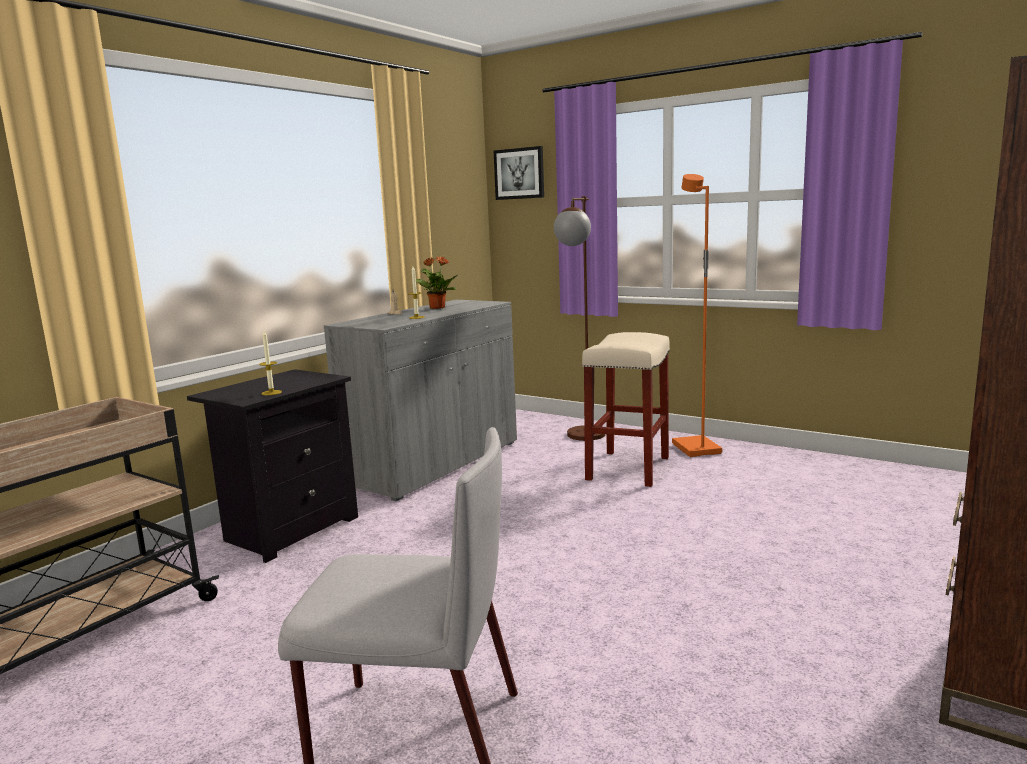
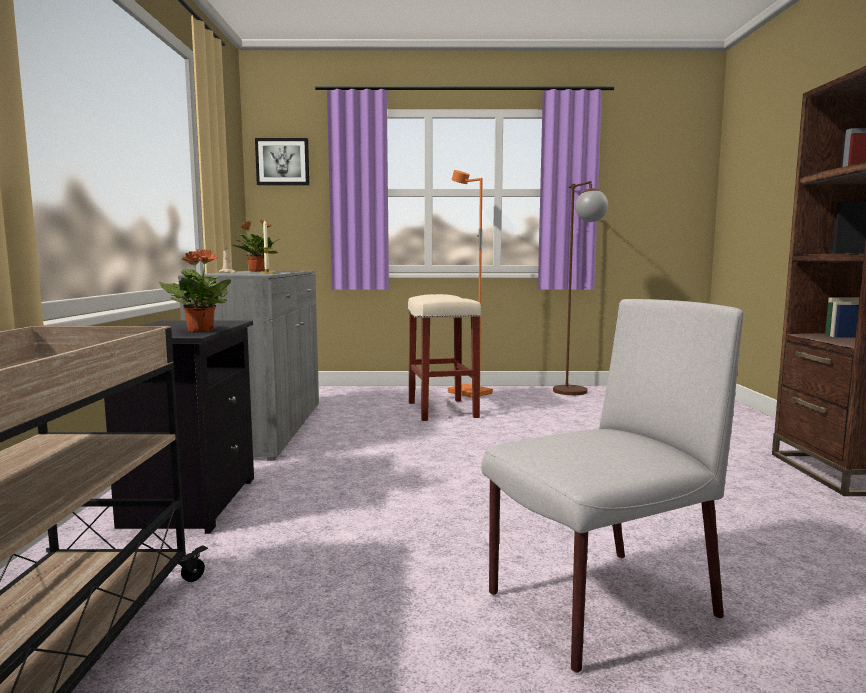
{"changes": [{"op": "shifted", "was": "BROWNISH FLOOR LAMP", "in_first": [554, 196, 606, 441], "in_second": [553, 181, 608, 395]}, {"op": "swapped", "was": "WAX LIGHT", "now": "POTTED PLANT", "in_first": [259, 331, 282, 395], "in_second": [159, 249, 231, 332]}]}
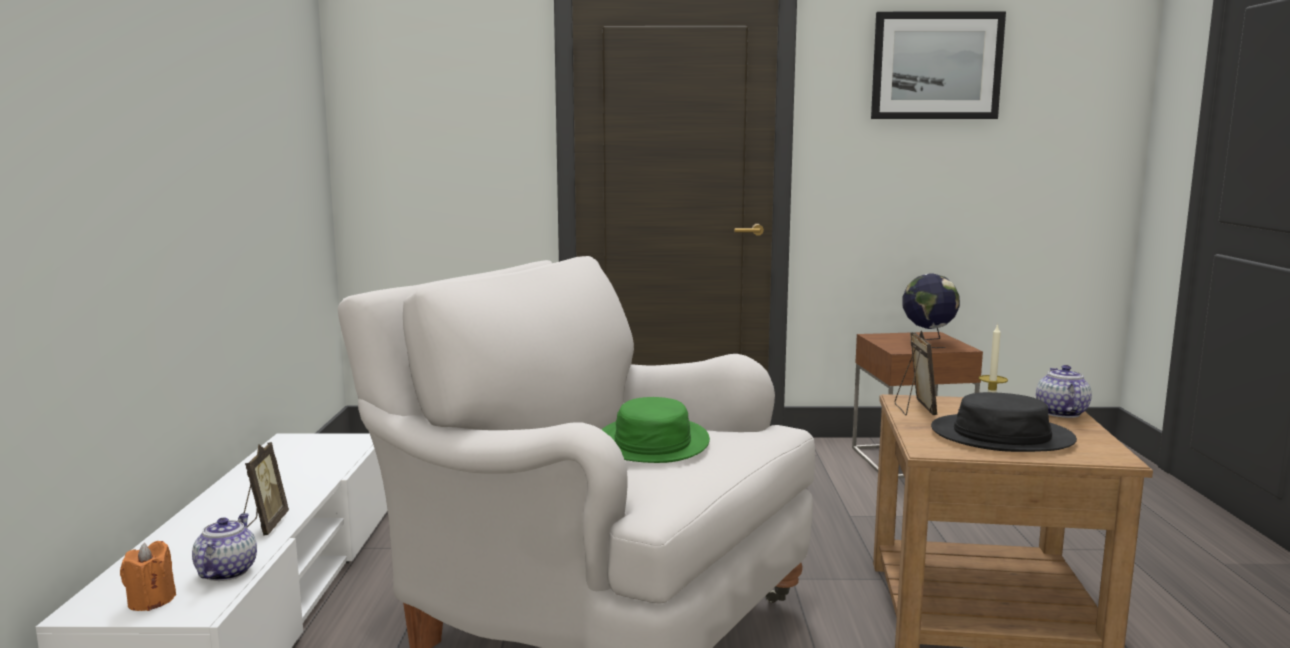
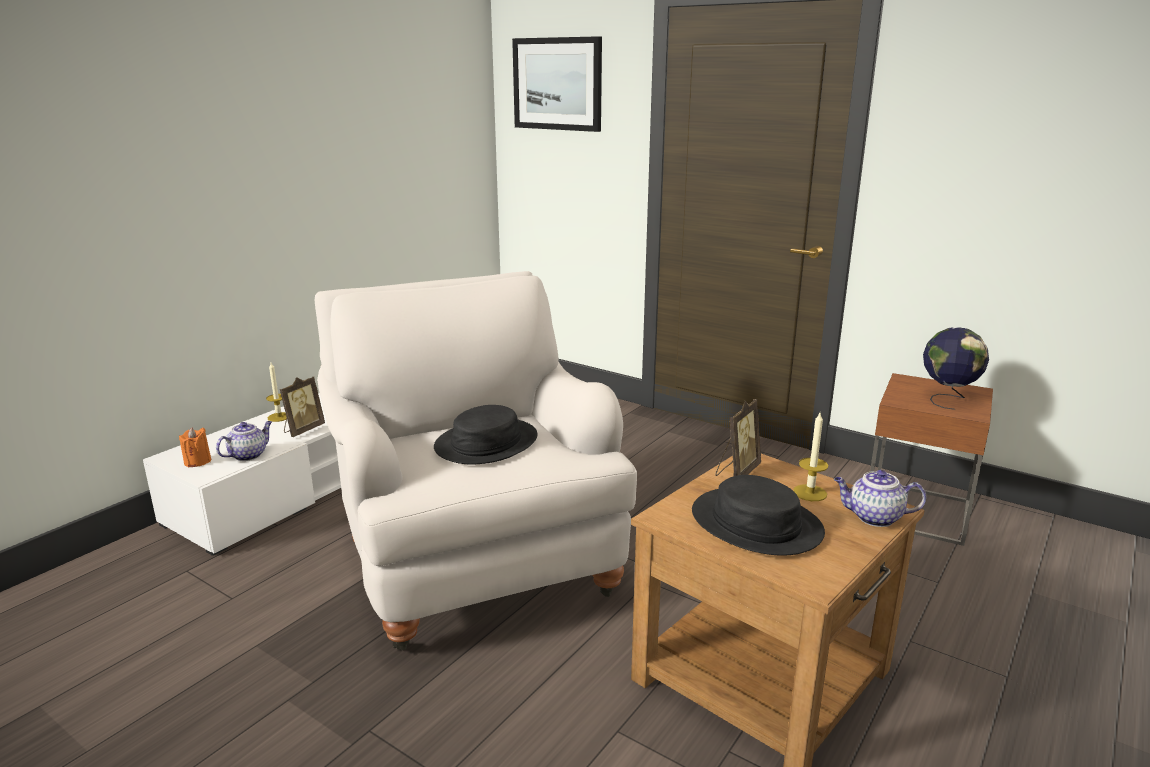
{"changes": [{"op": "shifted", "was": "WALL ART", "in_first": [871, 12, 1006, 119], "in_second": [512, 36, 602, 132]}, {"op": "rotated", "was": "POT FOR TEA", "in_first": [1036, 365, 1092, 418], "in_second": [834, 470, 926, 527], "clockwise": -120}, {"op": "repainted", "was": "GREEN-COLOURED HAT", "now": "BLACKISH HAT", "in_first": [601, 397, 710, 463], "in_second": [434, 405, 538, 464]}, {"op": "new", "now": "WAX LIGHT", "in_second": [266, 363, 287, 422]}]}
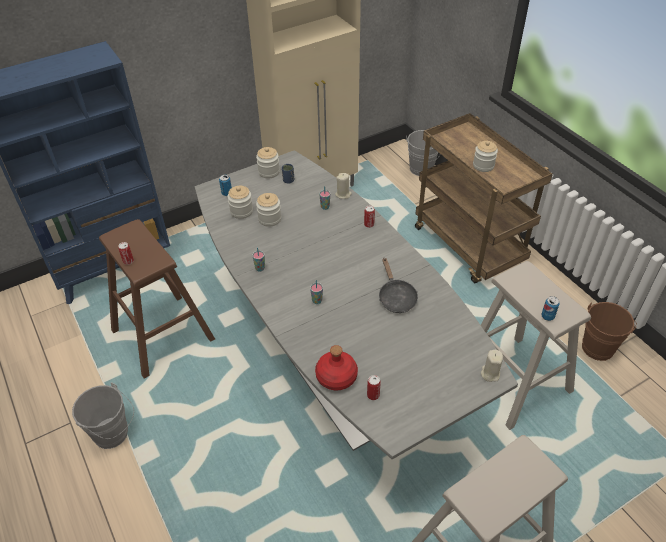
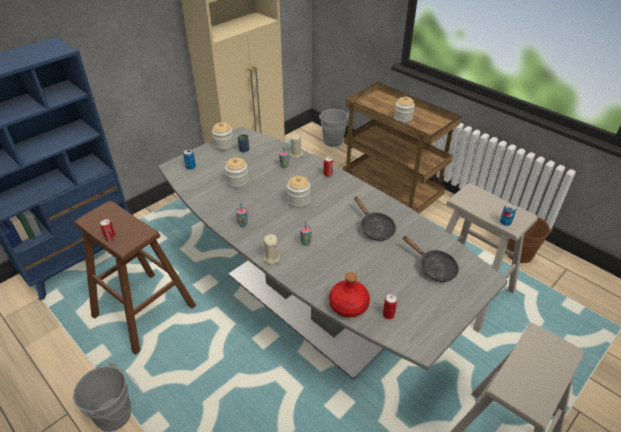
{"changes": [{"op": "shifted", "was": "STORAGE JAR", "in_first": [227, 186, 253, 219], "in_second": [287, 176, 310, 208]}, {"op": "shifted", "was": "BEIGE WAX LIGHT", "in_first": [481, 350, 503, 382], "in_second": [263, 234, 280, 265]}, {"op": "new", "now": "BLACKISH PAN", "in_second": [403, 236, 459, 282]}]}
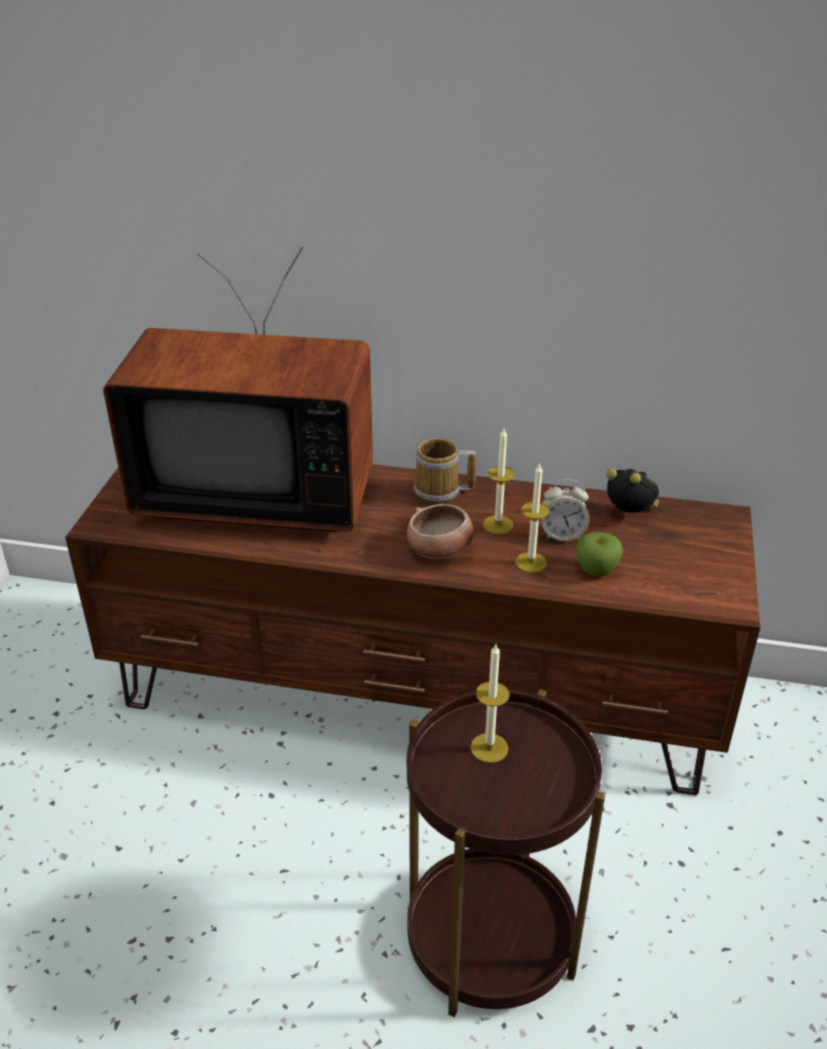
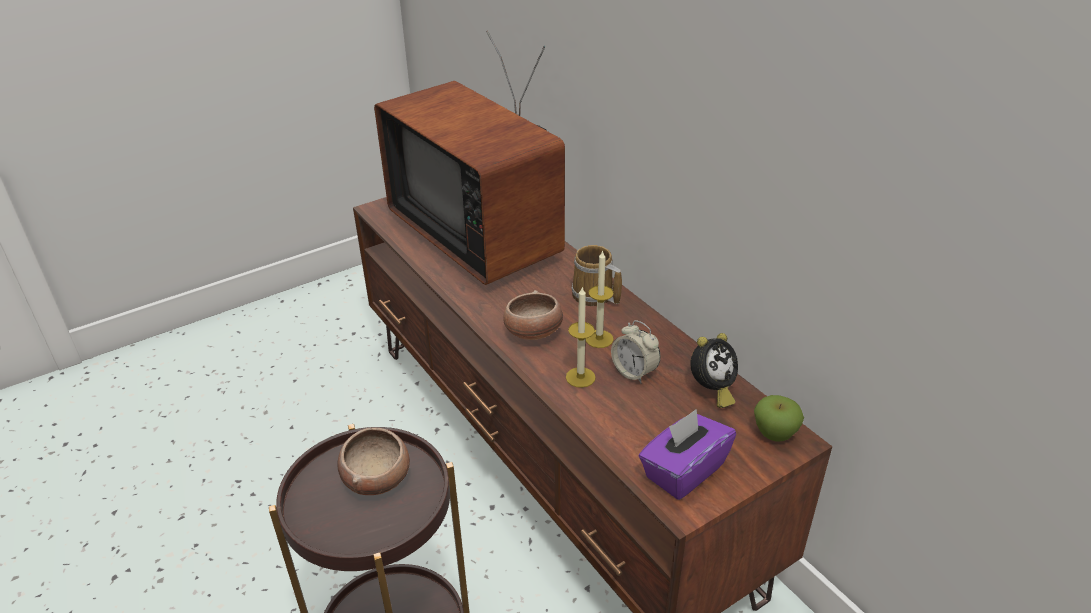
{"changes": [{"op": "rotated", "was": "TABLE CLOCK", "in_first": [606, 469, 659, 513], "in_second": [690, 333, 738, 408], "clockwise": 60}, {"op": "shifted", "was": "WHOLE APPLE", "in_first": [575, 532, 623, 577], "in_second": [754, 395, 804, 441]}, {"op": "swapped", "was": "WAX LIGHT", "now": "DEEP DISH", "in_first": [470, 644, 510, 763], "in_second": [338, 428, 410, 495]}, {"op": "new", "now": "PURPLE-COLOURED TISSUE HOLDER", "in_second": [639, 409, 736, 500]}]}
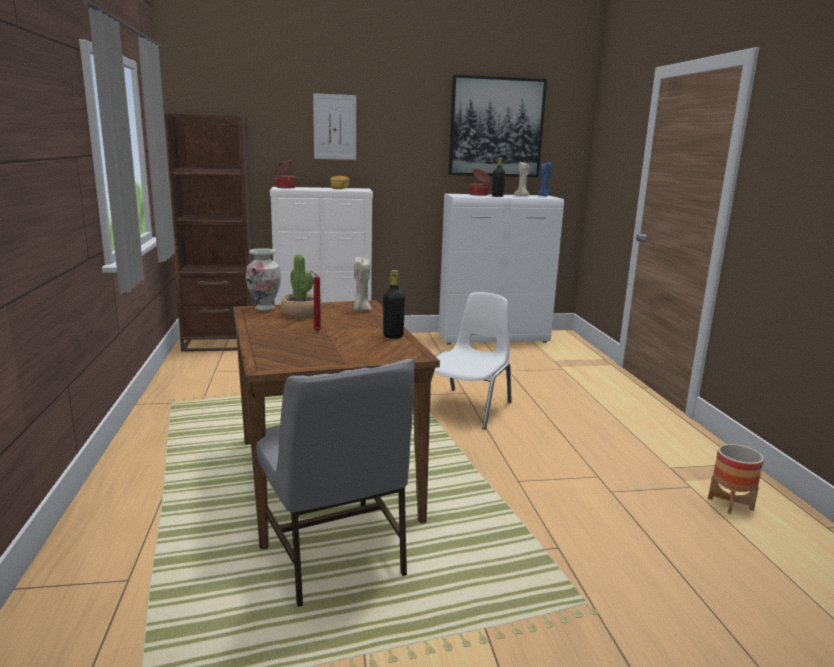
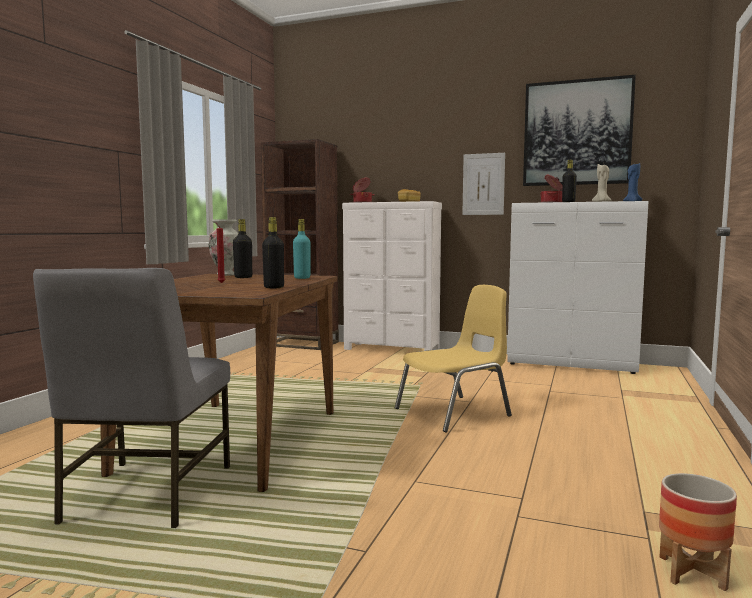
{"changes": [{"op": "shifted", "was": "WALL ART", "in_first": [313, 93, 356, 160], "in_second": [462, 153, 505, 215]}, {"op": "swapped", "was": "POTTED PLANT", "now": "BLACKISH DRINK BOTTLE", "in_first": [281, 254, 322, 319], "in_second": [233, 219, 252, 278]}, {"op": "swapped", "was": "BEIGE WAX LIGHT", "now": "BLUE-GREEN DRINK BOTTLE", "in_first": [354, 257, 372, 311], "in_second": [293, 219, 310, 279]}, {"op": "repainted", "was": "WHITE-COLOURED PLAIN CHAIR", "now": "YELLOWISH PLAIN CHAIR", "in_first": [434, 292, 512, 430], "in_second": [395, 285, 512, 433]}]}
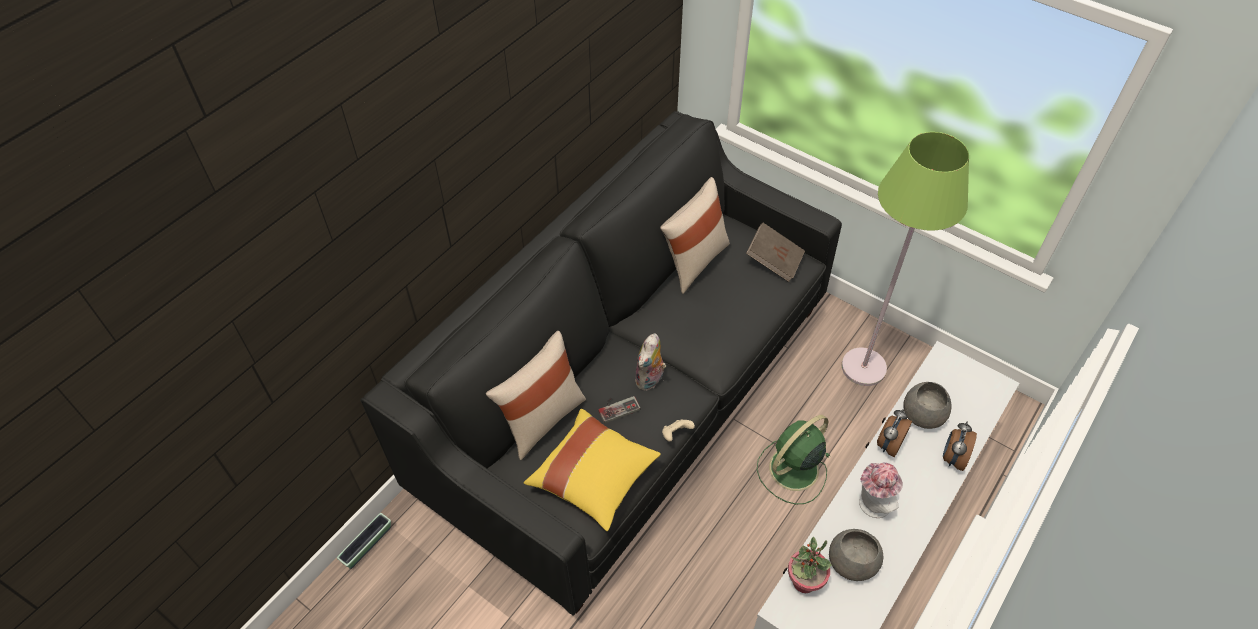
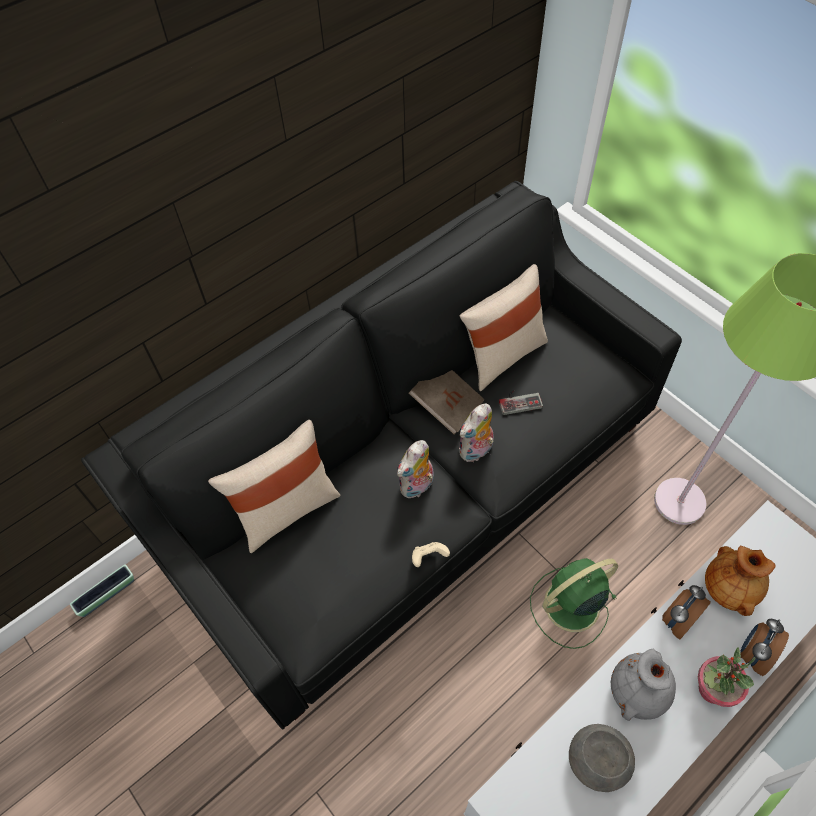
{"changes": [{"op": "shifted", "was": "BROWNISH VOLUME", "in_first": [746, 223, 805, 282], "in_second": [409, 370, 485, 435]}, {"op": "swapped", "was": "GREYISH DEEP DISH", "now": "BROWNISH DECORATIVE VASE", "in_first": [903, 382, 952, 429], "in_second": [705, 546, 776, 616]}, {"op": "shifted", "was": "GAMEPAD", "in_first": [598, 396, 641, 423], "in_second": [499, 390, 543, 415]}, {"op": "gone", "was": "YELLOWISH PILLOW", "in_first": [524, 409, 661, 531]}, {"op": "swapped", "was": "HAT", "now": "GREYISH DECORATIVE VASE", "in_first": [859, 463, 903, 518], "in_second": [611, 648, 676, 721]}, {"op": "shifted", "was": "POTTED PLANT", "in_first": [788, 536, 831, 593], "in_second": [698, 648, 755, 707]}, {"op": "new", "now": "PLUSH TOY", "in_second": [459, 404, 494, 462]}]}
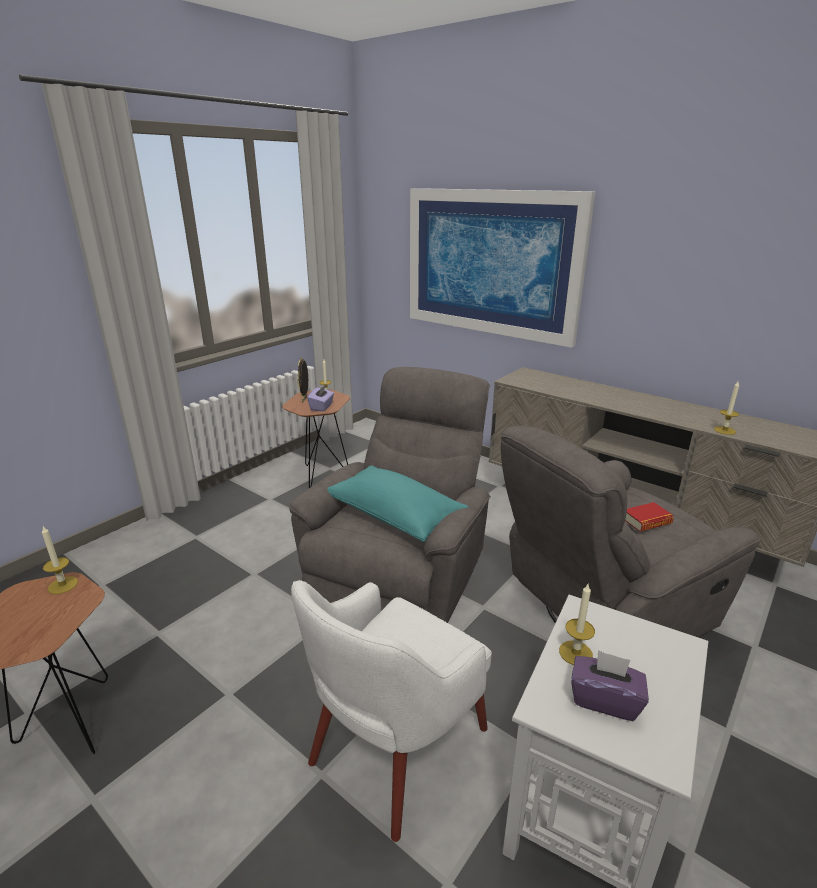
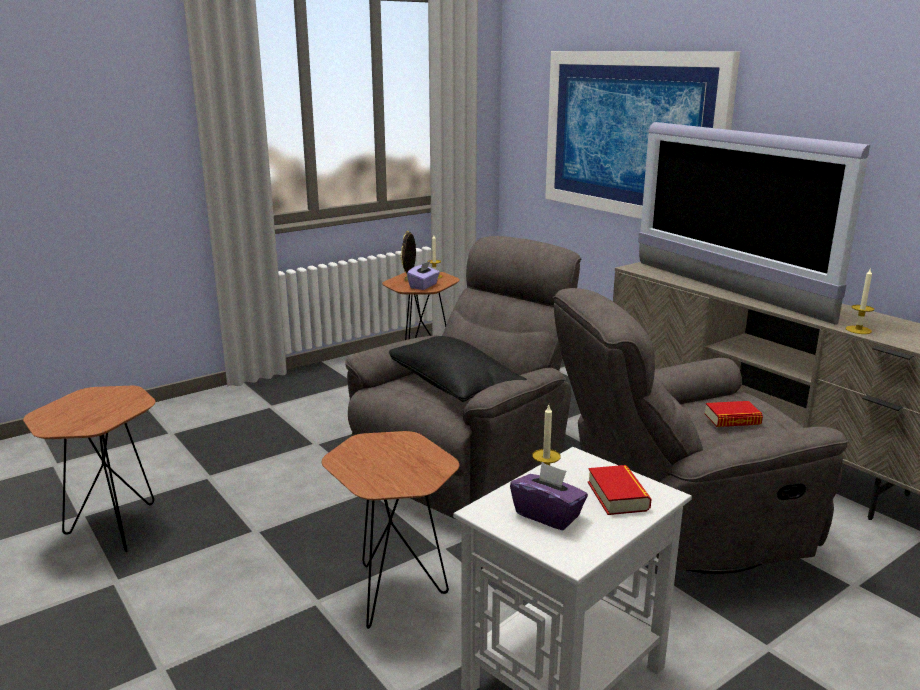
{"changes": [{"op": "repainted", "was": "BLUE-GREEN PILLOW", "now": "BLACKISH PILLOW", "in_first": [328, 465, 468, 542], "in_second": [389, 336, 527, 402]}, {"op": "gone", "was": "WAX LIGHT", "in_first": [42, 526, 78, 594]}, {"op": "swapped", "was": "WHITE-COLOURED LOUNGE CHAIR", "now": "BROWNISH SIDE TABLE", "in_first": [291, 580, 492, 842], "in_second": [322, 431, 460, 629]}, {"op": "new", "now": "TELEVISION", "in_second": [638, 122, 870, 324]}, {"op": "new", "now": "VOLUME", "in_second": [588, 465, 651, 515]}]}
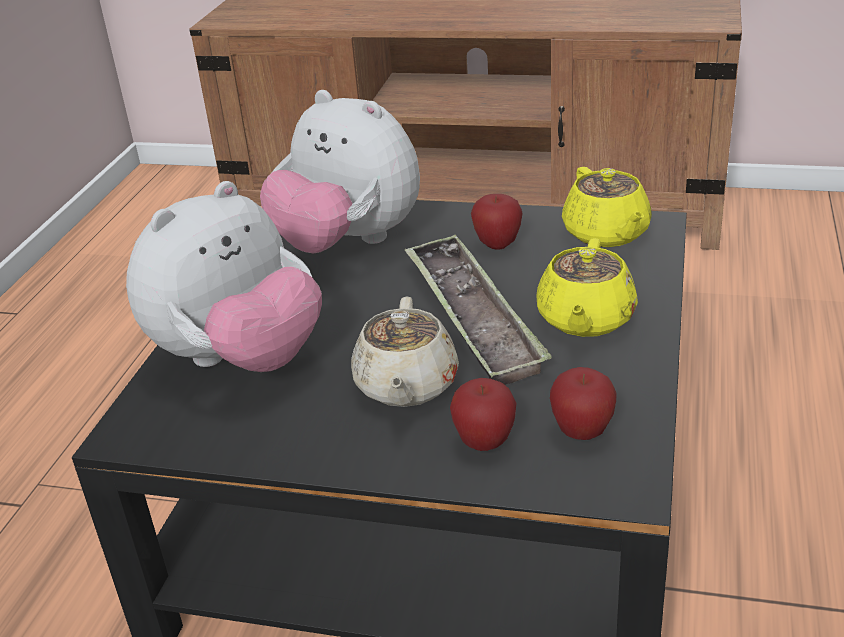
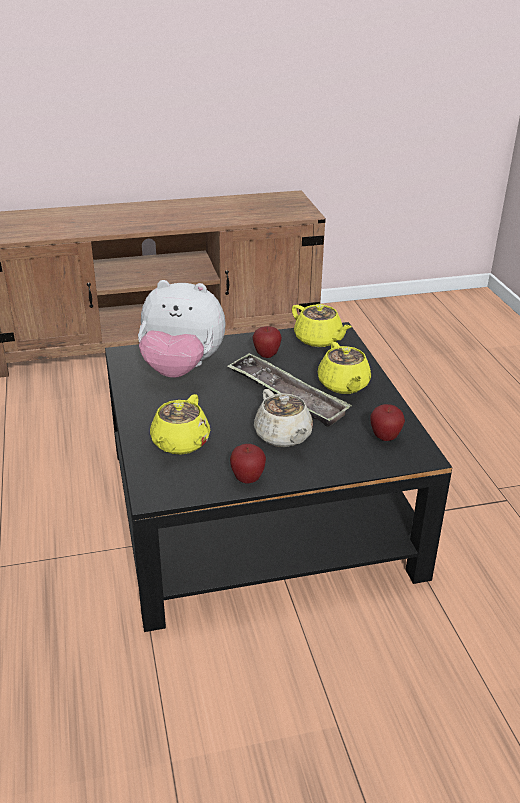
{"changes": [{"op": "swapped", "was": "PLUSH TOY", "now": "YELLOWISH POT FOR TEA", "in_first": [126, 181, 322, 372], "in_second": [150, 394, 210, 454]}, {"op": "shifted", "was": "WHOLE APPLE", "in_first": [450, 378, 516, 451], "in_second": [230, 444, 266, 484]}]}
